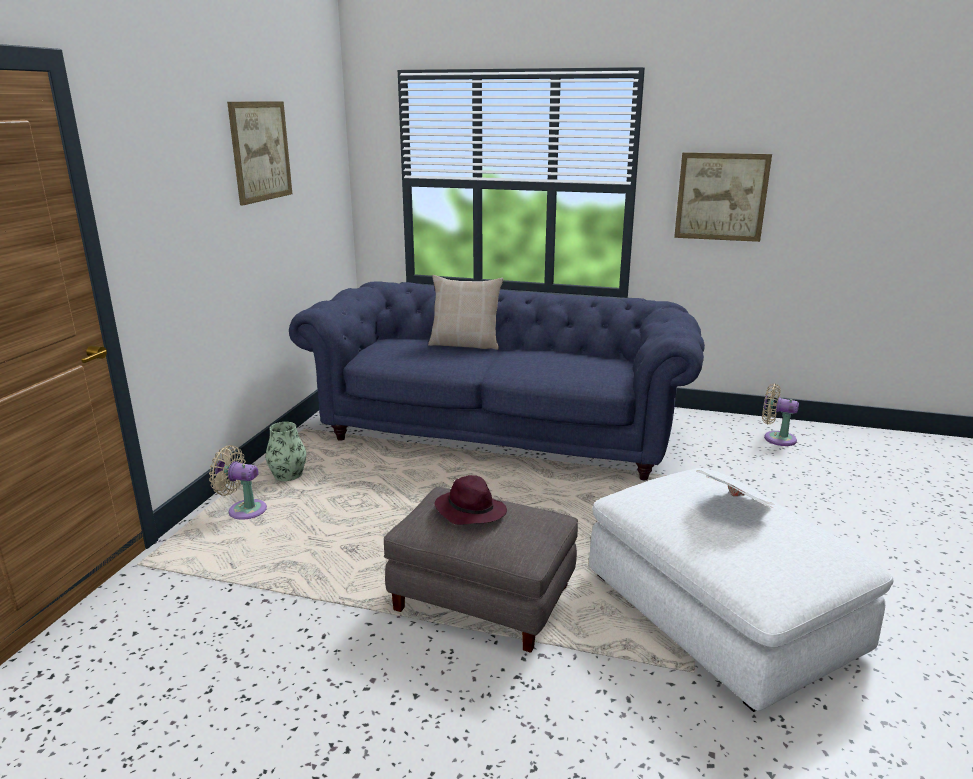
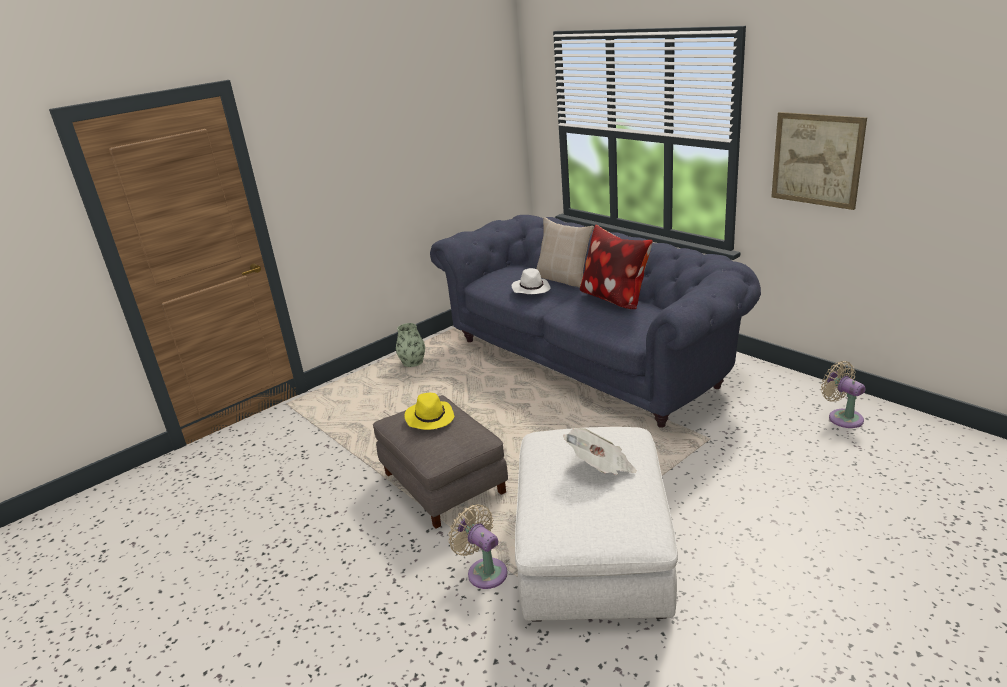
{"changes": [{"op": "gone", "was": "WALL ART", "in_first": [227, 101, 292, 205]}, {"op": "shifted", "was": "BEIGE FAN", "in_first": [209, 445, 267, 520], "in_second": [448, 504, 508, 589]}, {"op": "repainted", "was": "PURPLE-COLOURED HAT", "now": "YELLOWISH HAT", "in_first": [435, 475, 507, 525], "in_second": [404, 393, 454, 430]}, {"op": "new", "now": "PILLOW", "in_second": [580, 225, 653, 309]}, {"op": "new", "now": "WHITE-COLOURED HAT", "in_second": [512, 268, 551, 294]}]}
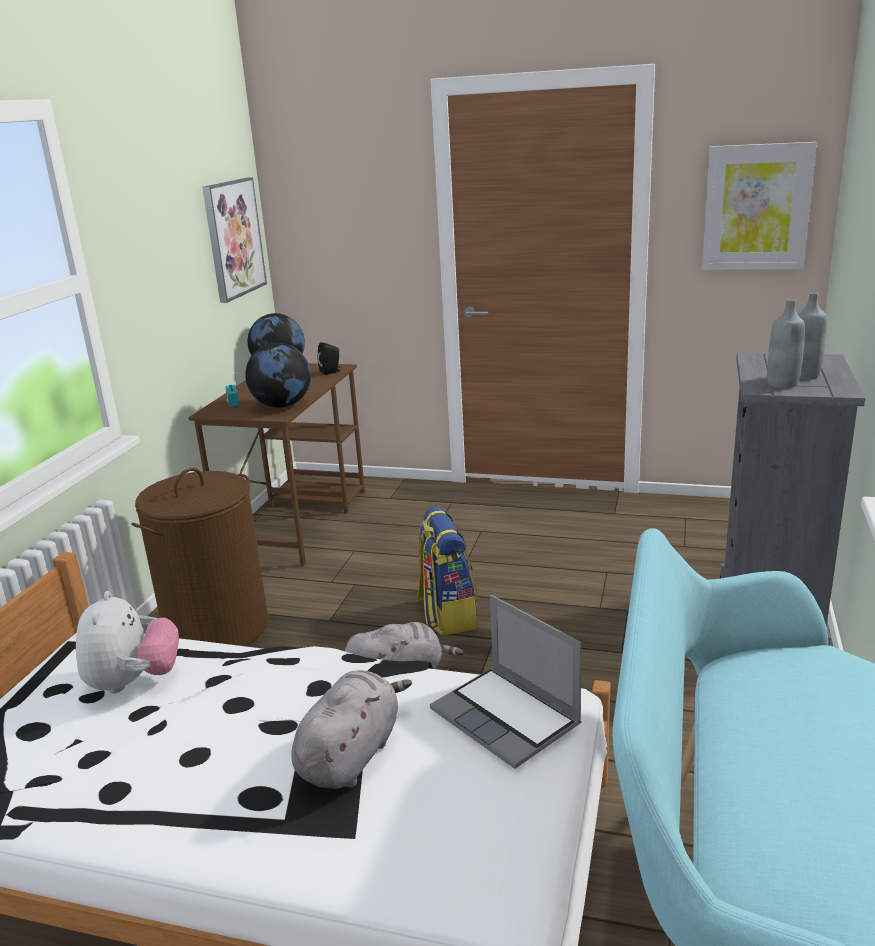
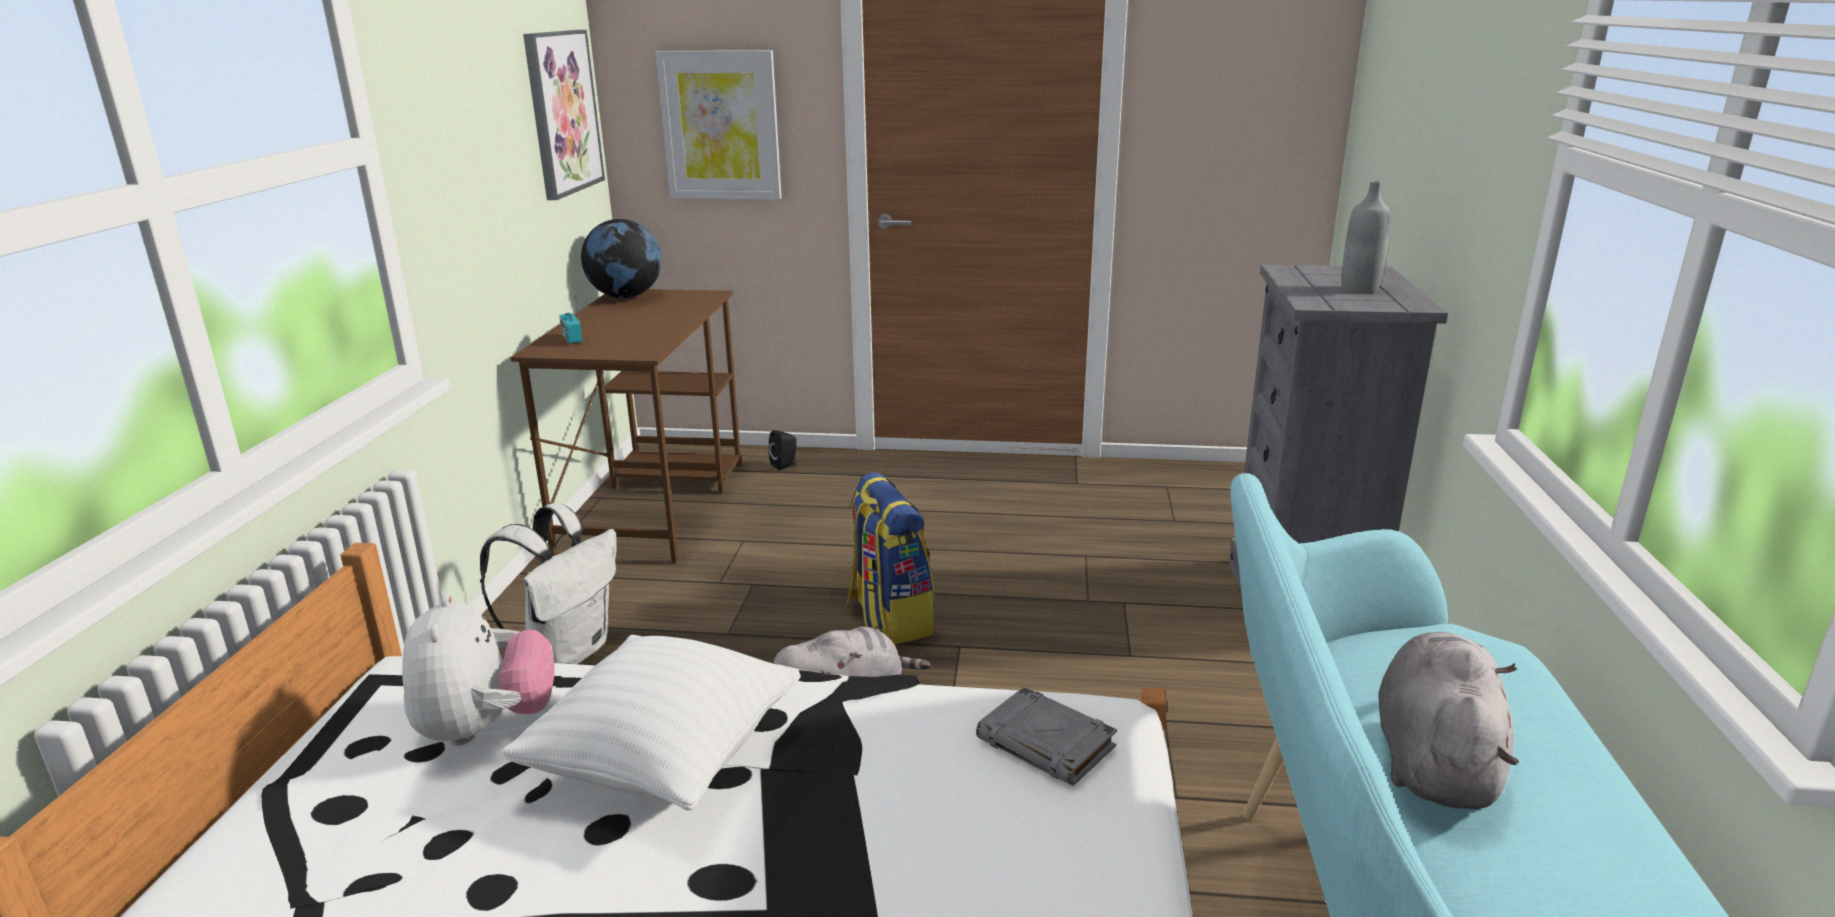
{"changes": [{"op": "shifted", "was": "WALL ART", "in_first": [702, 142, 817, 270], "in_second": [655, 50, 781, 199]}, {"op": "gone", "was": "GREYISH DRINK BOTTLE", "in_first": [767, 299, 805, 388]}, {"op": "shifted", "was": "BLACKISH SPEAKER", "in_first": [317, 342, 340, 375], "in_second": [769, 430, 797, 470]}, {"op": "gone", "was": "DESK GLOBE", "in_first": [245, 343, 311, 408]}, {"op": "swapped", "was": "BROWNISH LAUNDRY BASKET", "now": "WHITE-COLOURED KNAPSACK", "in_first": [131, 468, 269, 646], "in_second": [480, 503, 617, 664]}, {"op": "swapped", "was": "PORTABLE COMPUTER", "now": "GREYISH VOLUME", "in_first": [430, 595, 581, 769], "in_second": [976, 687, 1117, 786]}, {"op": "shifted", "was": "GREYISH PLUSH TOY", "in_first": [291, 670, 412, 789], "in_second": [1378, 632, 1519, 809]}, {"op": "new", "now": "WHITE-COLOURED PILLOW", "in_second": [500, 635, 801, 810]}]}
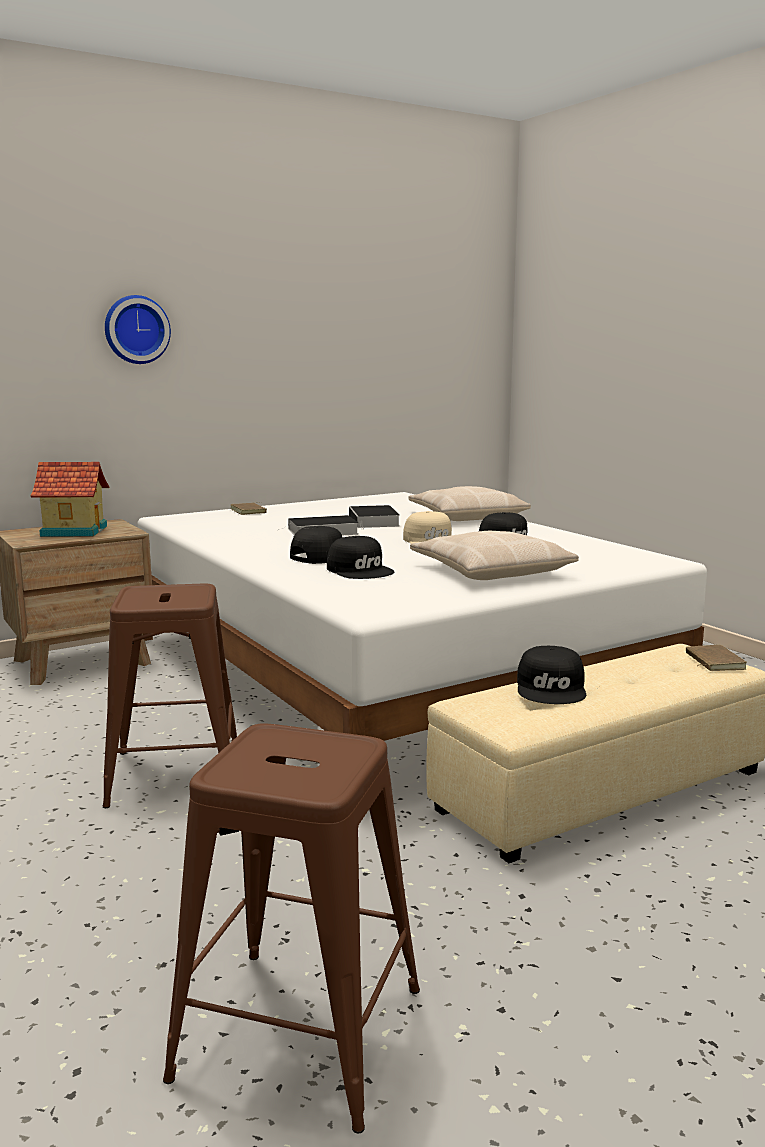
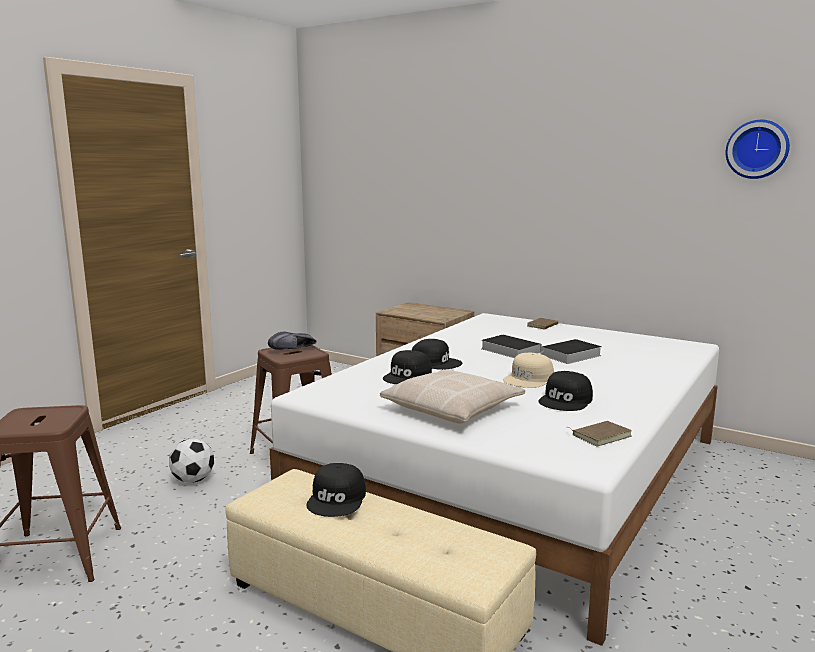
{"changes": [{"op": "shifted", "was": "HANGING CLOCK", "in_first": [105, 295, 171, 364], "in_second": [726, 120, 790, 179]}, {"op": "gone", "was": "TOY HOUSE", "in_first": [31, 462, 109, 537]}, {"op": "gone", "was": "BEIGE PILLOW", "in_first": [408, 486, 531, 521]}, {"op": "shifted", "was": "BROWNISH VOLUME", "in_first": [686, 645, 747, 671], "in_second": [568, 421, 632, 447]}, {"op": "rotated", "was": "BLACKISH BASEBALL CAP", "in_first": [517, 646, 586, 704], "in_second": [306, 463, 366, 517], "clockwise": -60}, {"op": "new", "now": "BLACKISH LOW SHOE", "in_second": [268, 331, 316, 350]}, {"op": "new", "now": "FOOTBALL BALL", "in_second": [169, 439, 214, 483]}]}
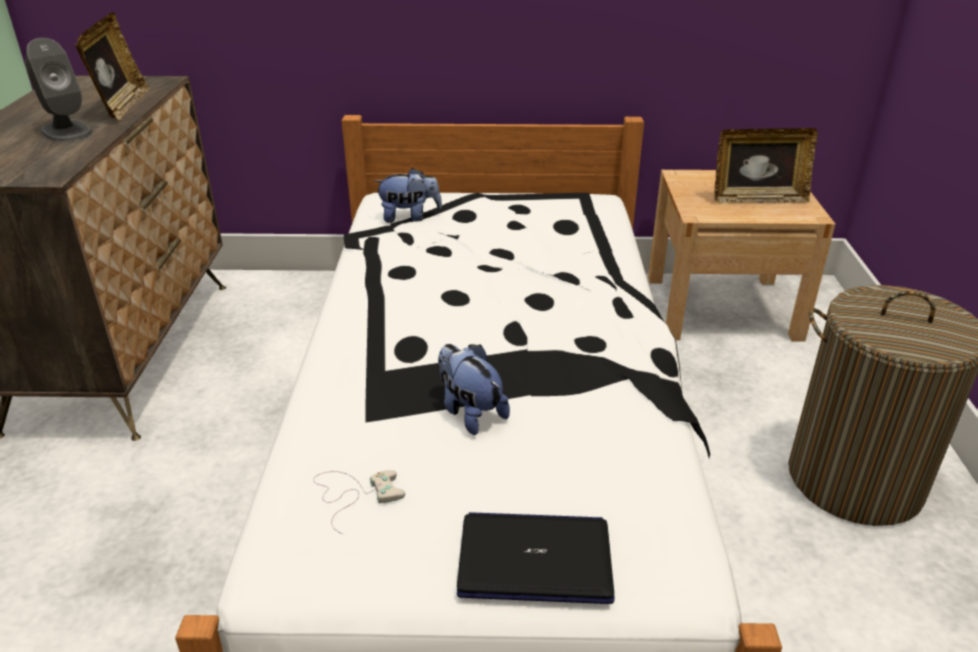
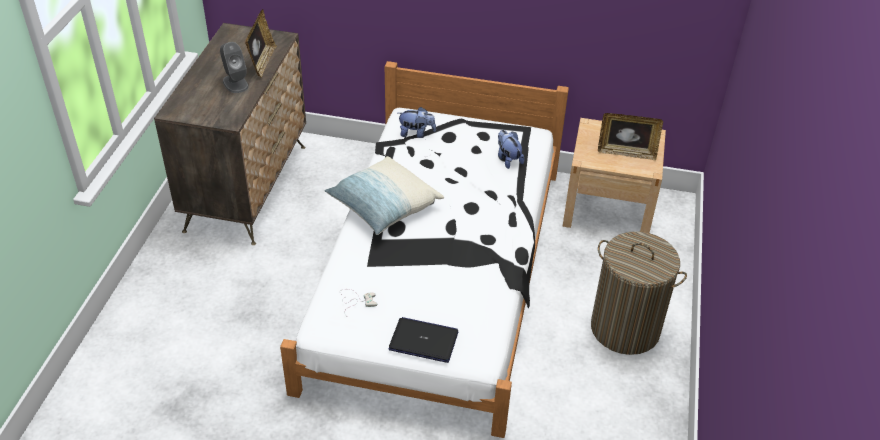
{"changes": [{"op": "shifted", "was": "PLUSH TOY", "in_first": [438, 344, 510, 435], "in_second": [498, 130, 524, 169]}, {"op": "new", "now": "PILLOW", "in_second": [324, 156, 444, 235]}]}
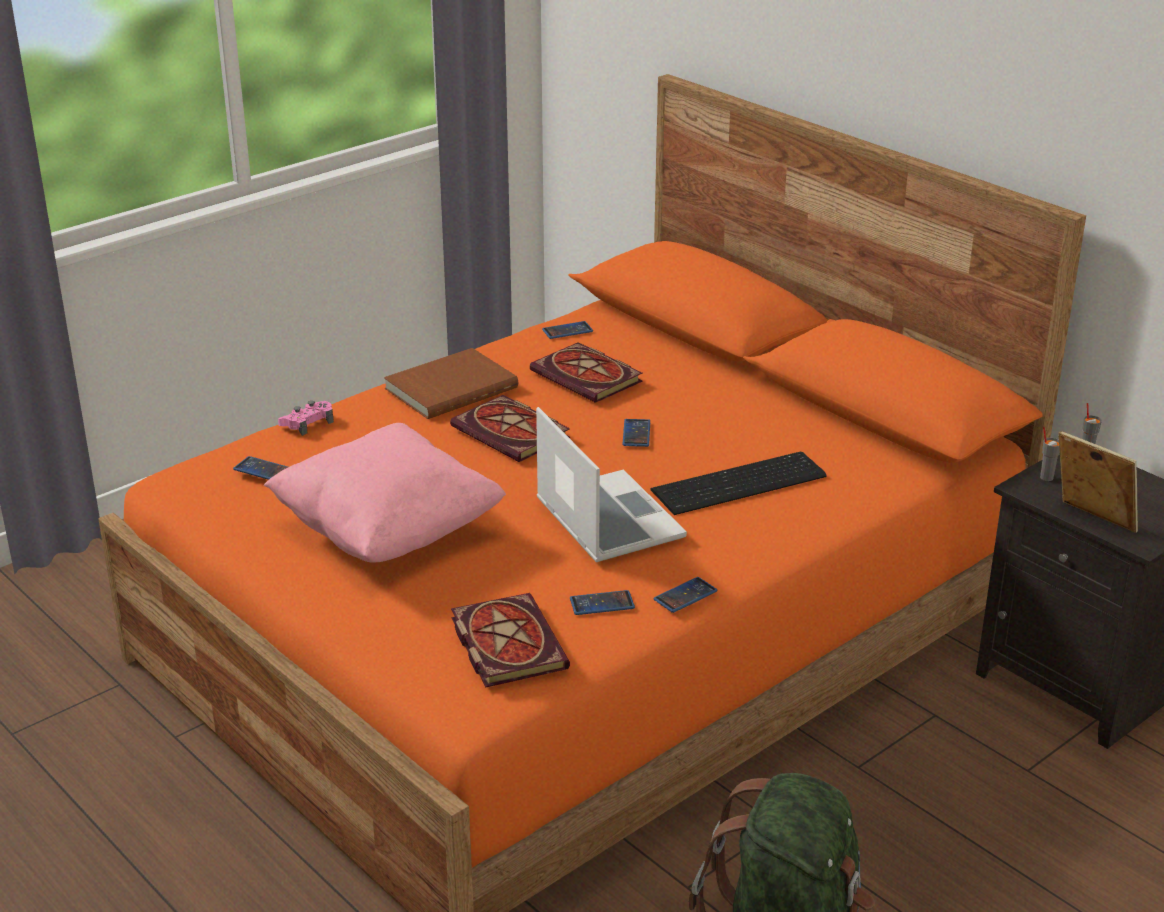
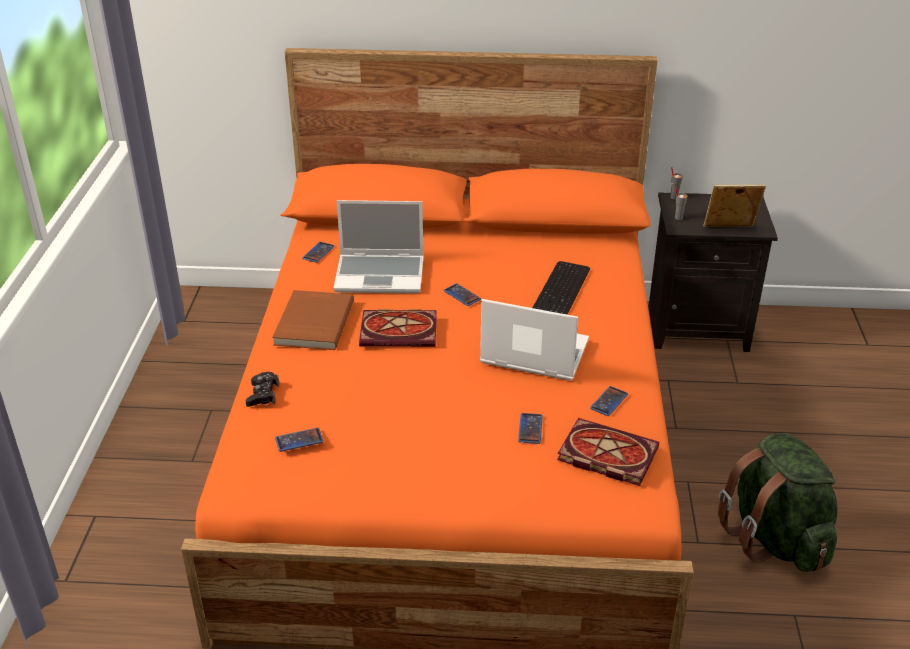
{"changes": [{"op": "swapped", "was": "VOLUME", "now": "PORTABLE COMPUTER", "in_first": [530, 342, 643, 403], "in_second": [333, 200, 424, 293]}, {"op": "repainted", "was": "PINK GAMEPAD", "now": "BLACKISH GAMEPAD", "in_first": [278, 401, 334, 436], "in_second": [246, 372, 279, 407]}, {"op": "gone", "was": "PINK PILLOW", "in_first": [264, 423, 506, 563]}, {"op": "shifted", "was": "HANDSET", "in_first": [654, 577, 717, 613], "in_second": [518, 413, 543, 444]}]}
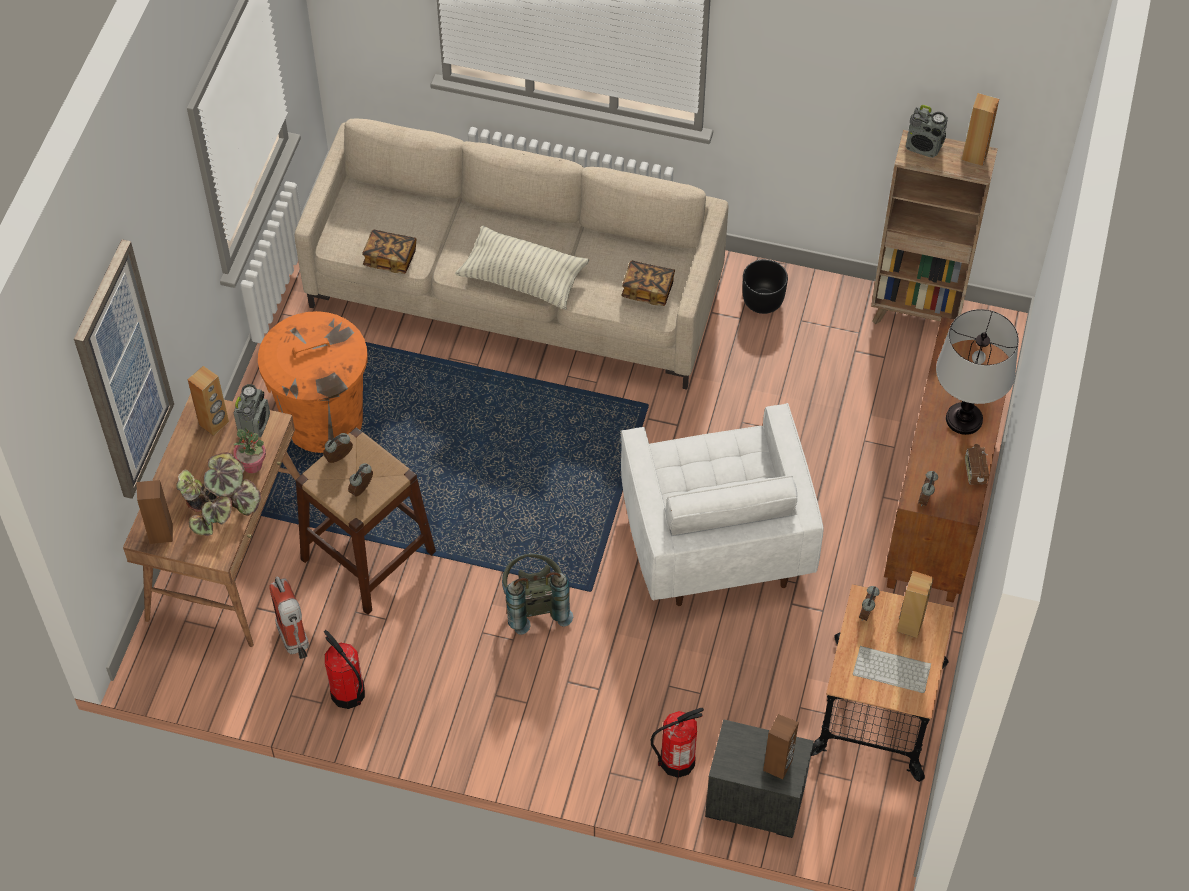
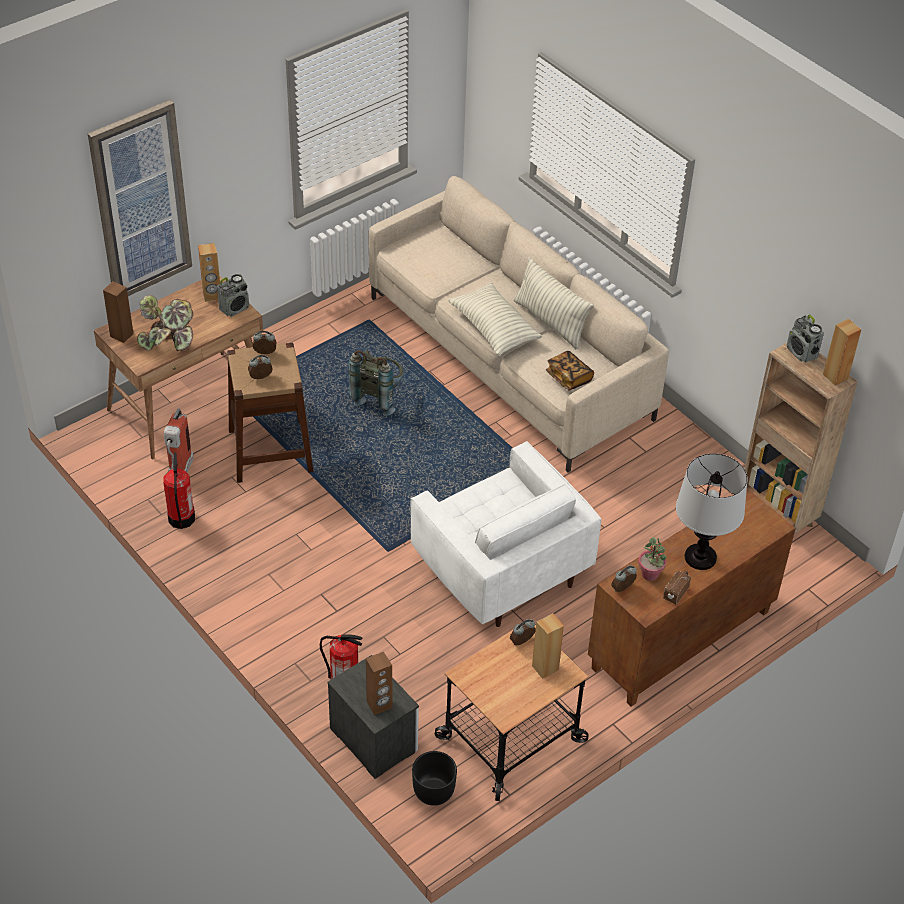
{"changes": [{"op": "gone", "was": "VOLUME", "in_first": [362, 230, 417, 274]}, {"op": "shifted", "was": "BLACKISH FLOWER POT", "in_first": [742, 259, 788, 314], "in_second": [412, 751, 457, 806]}, {"op": "gone", "was": "ORANGE-COLOURED TRASH CAN", "in_first": [258, 311, 368, 453]}, {"op": "rotated", "was": "WHITE-COLOURED LOUNGE CHAIR", "in_first": [621, 403, 823, 606], "in_second": [410, 441, 601, 627], "clockwise": -60}, {"op": "shifted", "was": "POTTED PLANT", "in_first": [233, 428, 266, 474], "in_second": [638, 537, 667, 581]}, {"op": "shifted", "was": "GREYISH KNAPSACK", "in_first": [502, 553, 573, 635], "in_second": [348, 350, 403, 416]}, {"op": "gone", "was": "KEYBOARD", "in_first": [853, 646, 931, 693]}, {"op": "new", "now": "PILLOW", "in_second": [513, 257, 594, 350]}]}
